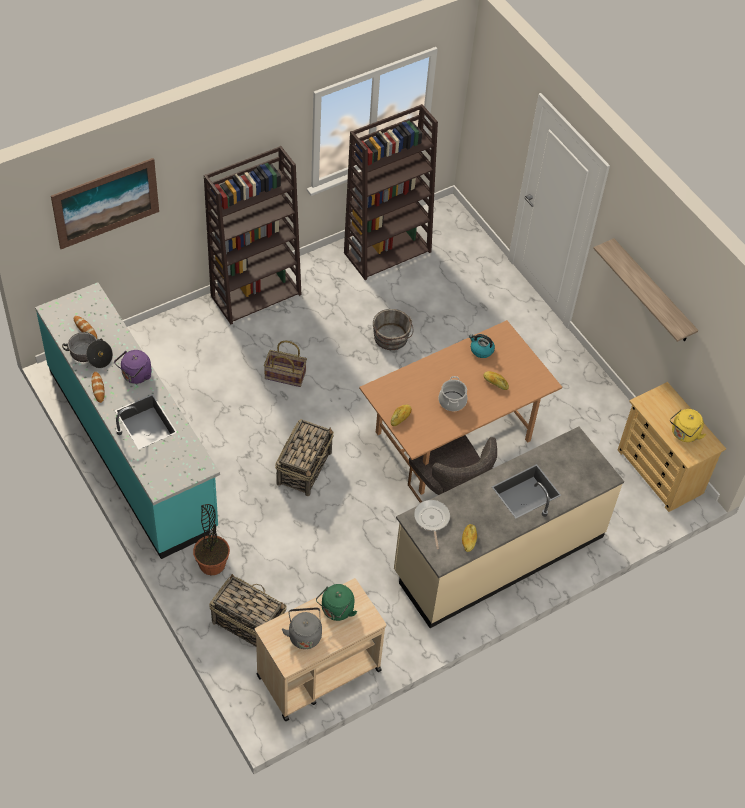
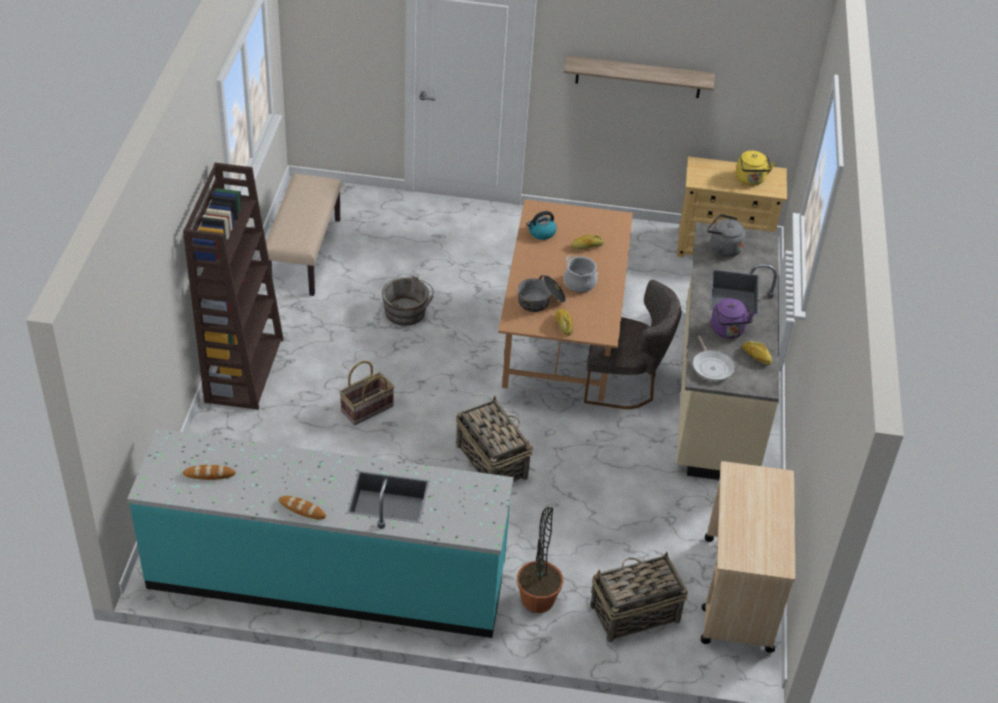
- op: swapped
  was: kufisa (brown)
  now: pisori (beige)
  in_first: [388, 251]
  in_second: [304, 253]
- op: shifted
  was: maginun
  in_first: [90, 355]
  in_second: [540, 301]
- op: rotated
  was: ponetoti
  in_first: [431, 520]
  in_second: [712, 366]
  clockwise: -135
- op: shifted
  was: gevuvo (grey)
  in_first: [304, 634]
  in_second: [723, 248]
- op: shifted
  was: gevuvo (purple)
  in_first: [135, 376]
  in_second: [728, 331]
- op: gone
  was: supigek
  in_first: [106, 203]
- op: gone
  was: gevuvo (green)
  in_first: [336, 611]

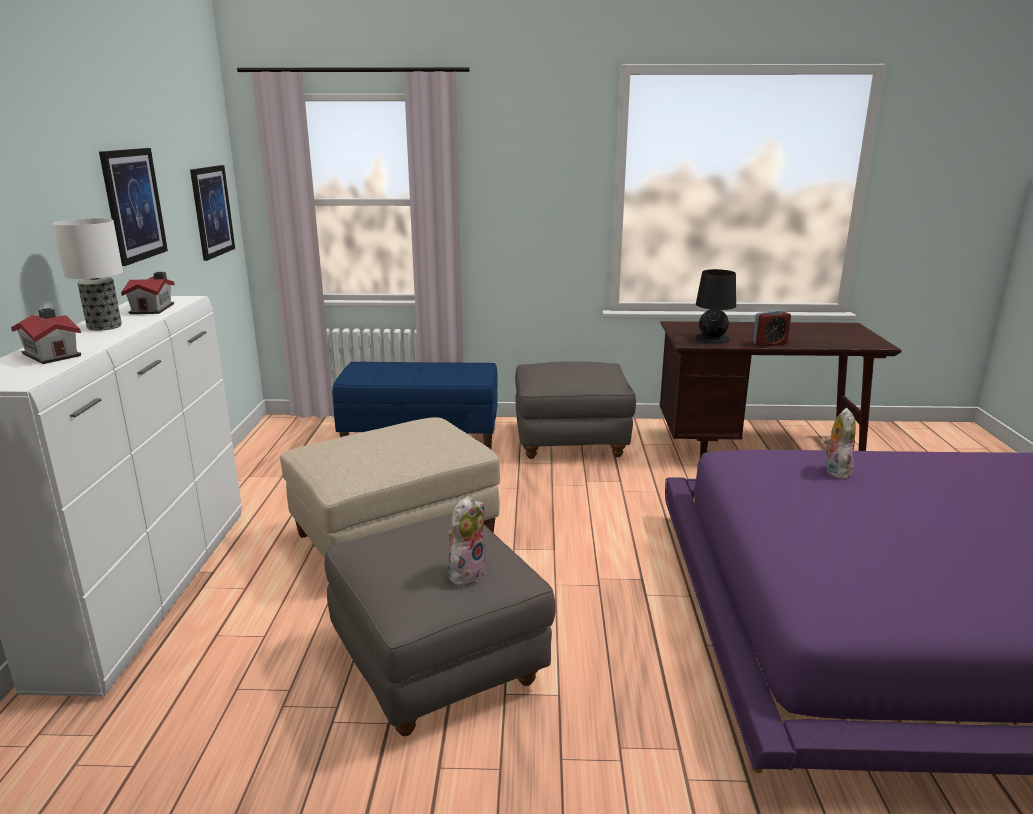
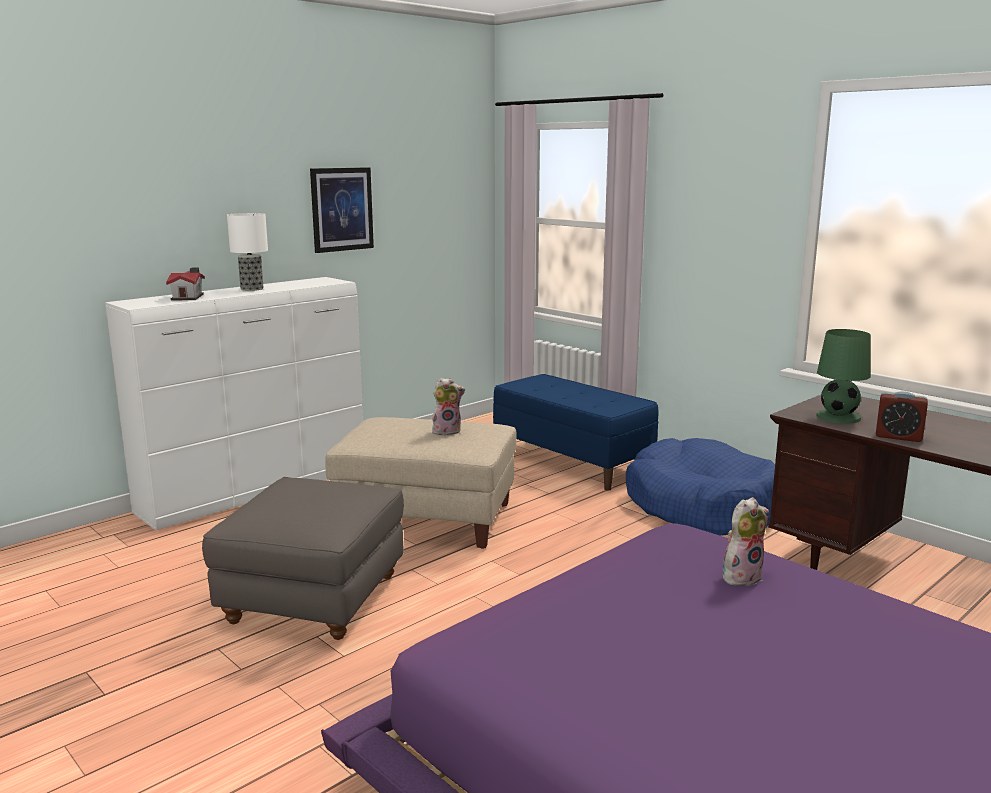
- op: shifted
  was: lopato
  in_first: [466, 572]
  in_second: [447, 431]
- op: swapped
  was: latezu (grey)
  now: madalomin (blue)
  in_first: [571, 441]
  in_second: [701, 506]
- op: repainted
  was: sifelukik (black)
  now: sifelukik (green)
  in_first: [712, 339]
  in_second: [839, 417]
- op: gone
  was: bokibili
  in_first: [154, 308]
- op: gone
  was: supigek
  in_first: [212, 211]

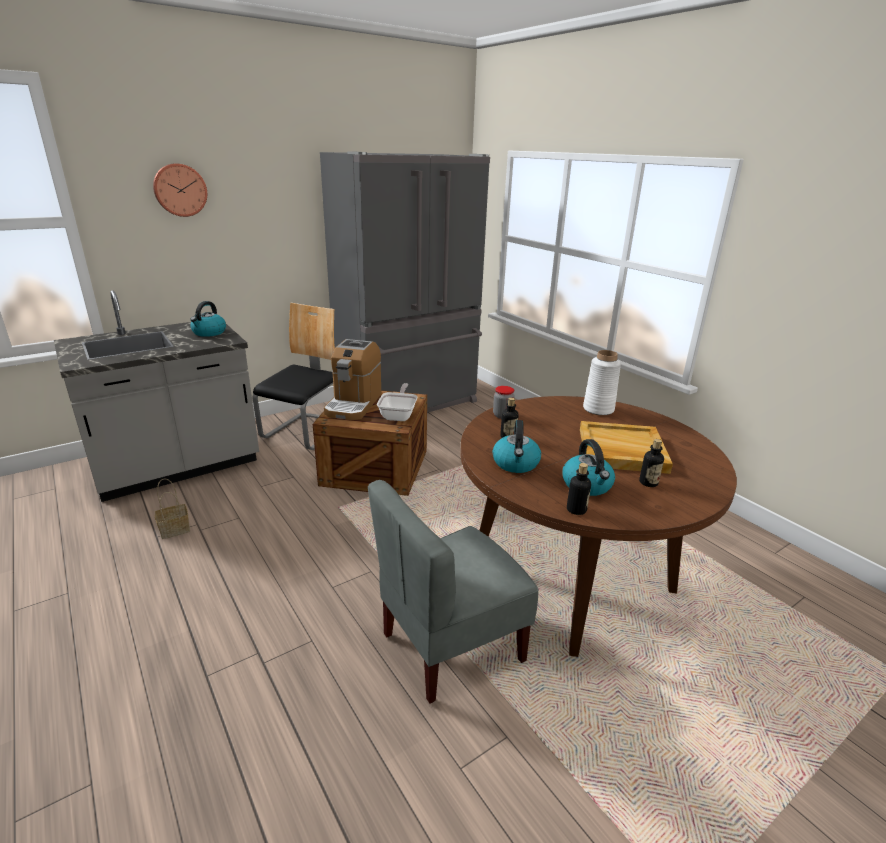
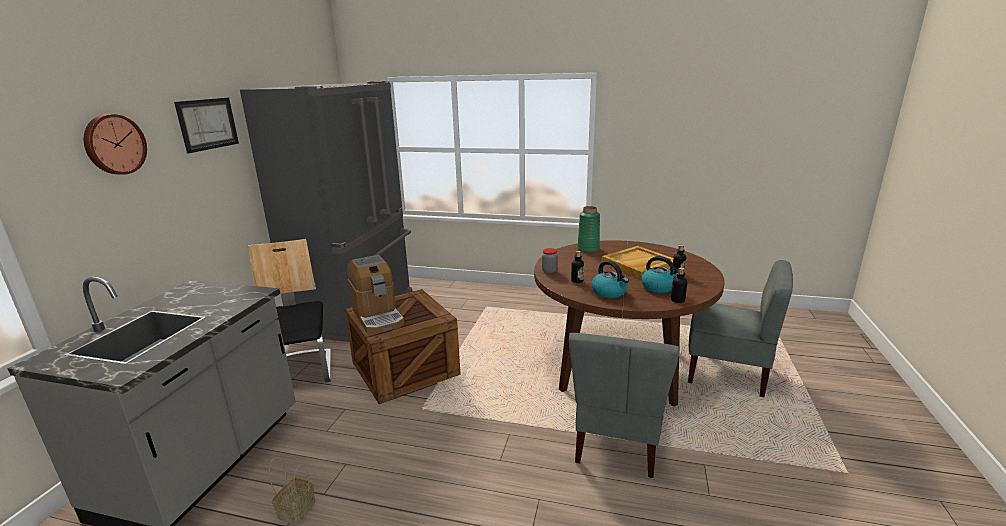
- op: new
  now: supigek
  in_second: [207, 124]
- op: repainted
  was: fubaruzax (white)
  now: fubaruzax (green)
  in_first: [598, 409]
  in_second: [588, 249]
- op: new
  now: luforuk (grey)
  in_second: [727, 373]
- op: gone
  was: gevuvo
  in_first: [209, 333]
- op: gone
  was: ponetoti
  in_first: [399, 415]

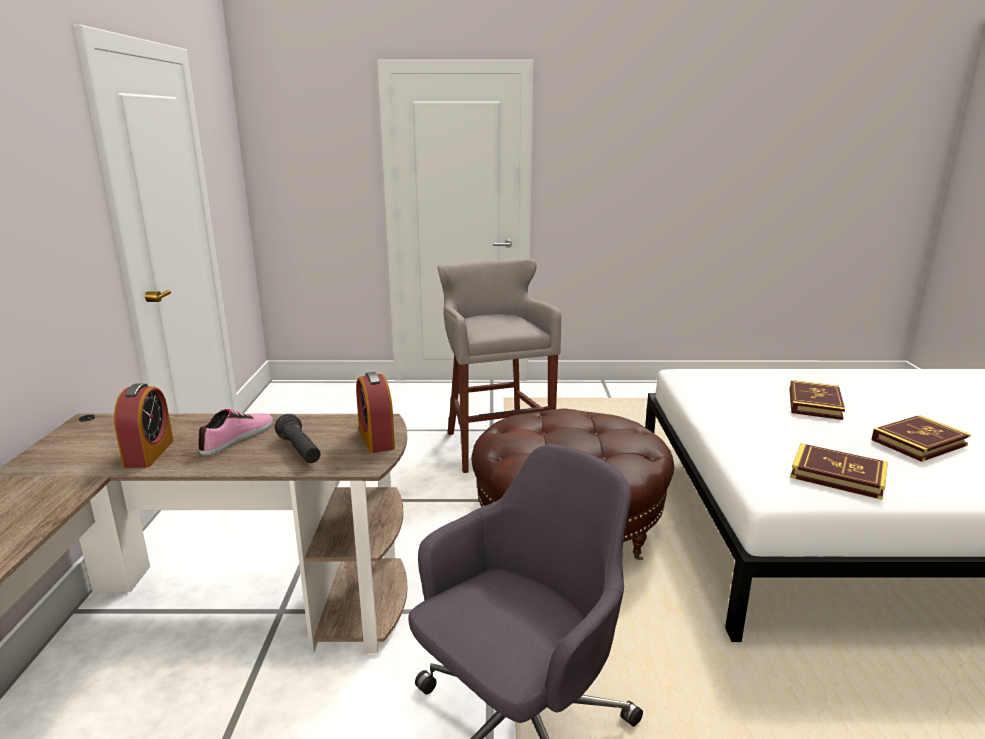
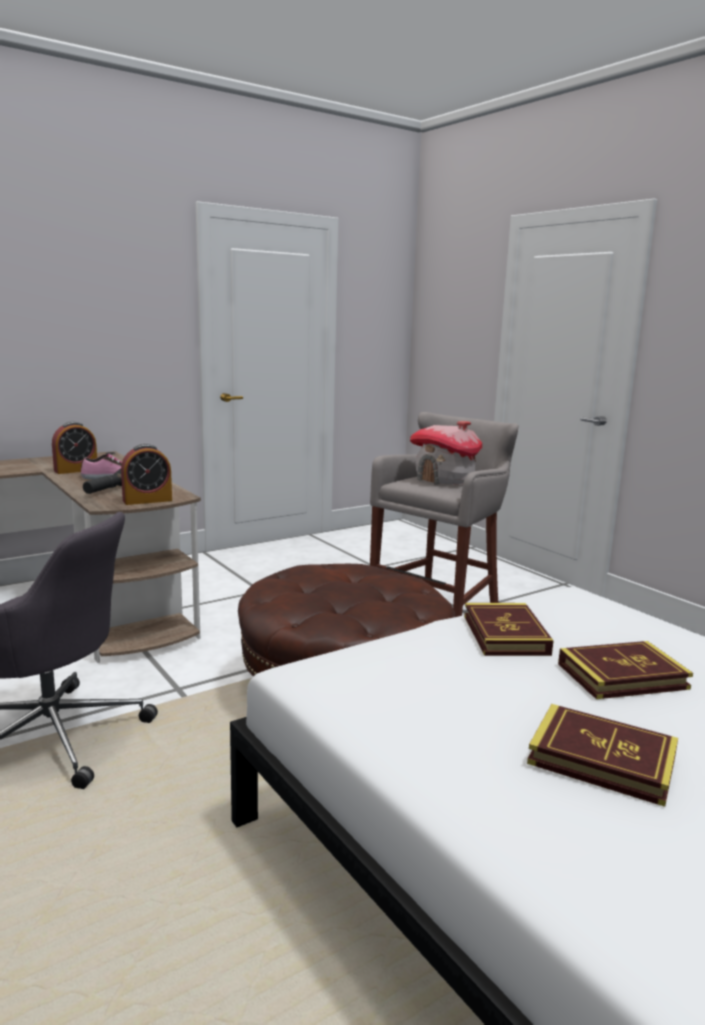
- op: rotated
  was: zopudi
  in_first: [376, 439]
  in_second: [147, 500]
  clockwise: -150
- op: new
  now: bokibili
  in_second: [444, 479]
- op: shifted
  was: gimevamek
  in_first: [837, 475]
  in_second: [505, 635]

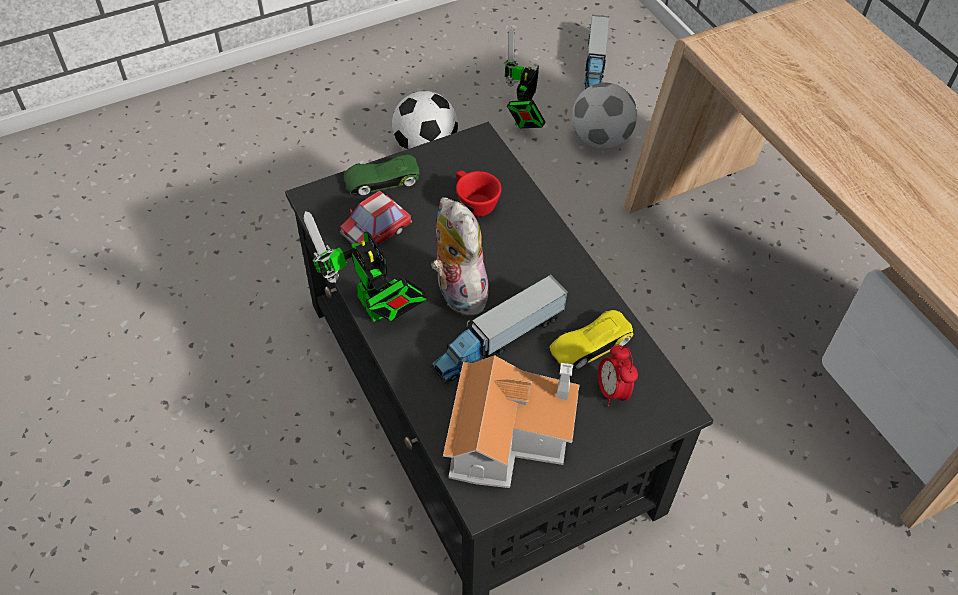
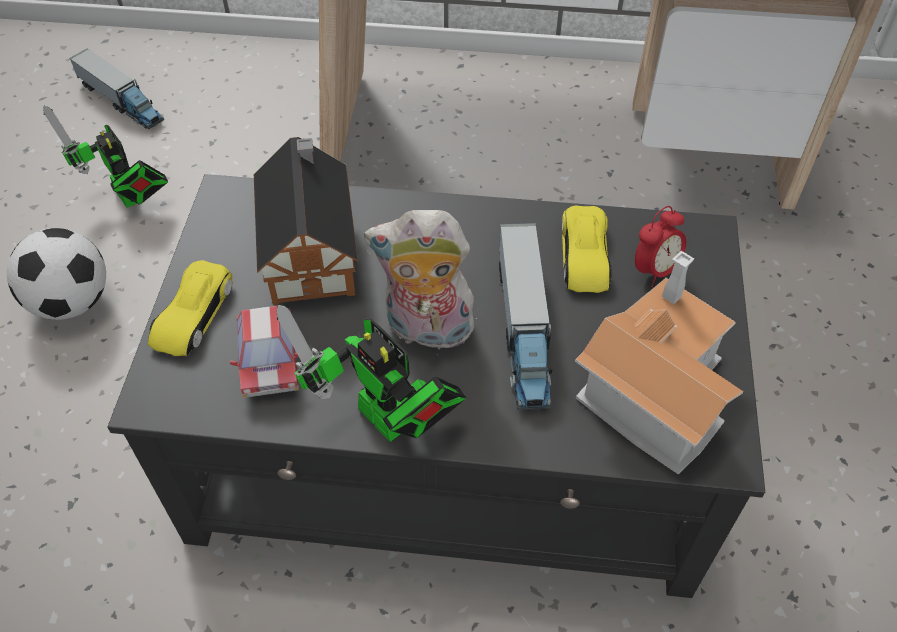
- op: repainted
  was: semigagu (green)
  now: semigagu (yellow)
  in_first: [381, 180]
  in_second: [192, 314]
- op: swapped
  was: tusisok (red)
  now: bokibili
  in_first: [473, 203]
  in_second: [311, 249]
- op: rotated
  was: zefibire
  in_first: [376, 310]
  in_second: [389, 424]
  clockwise: 45
- op: rotated
  was: zopudi
  in_first: [612, 391]
  in_second: [655, 270]
  clockwise: -60
- op: gone
  was: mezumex
  in_first: [600, 139]

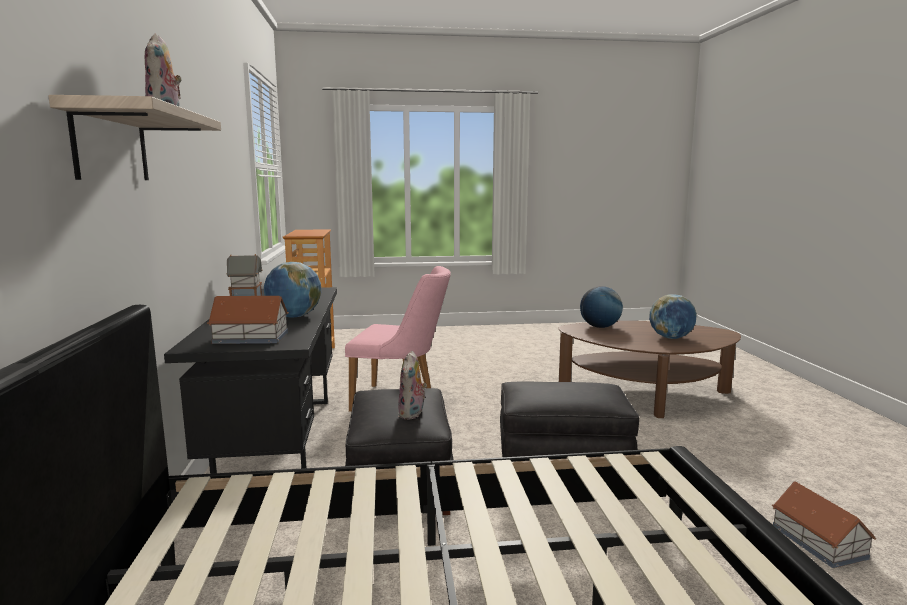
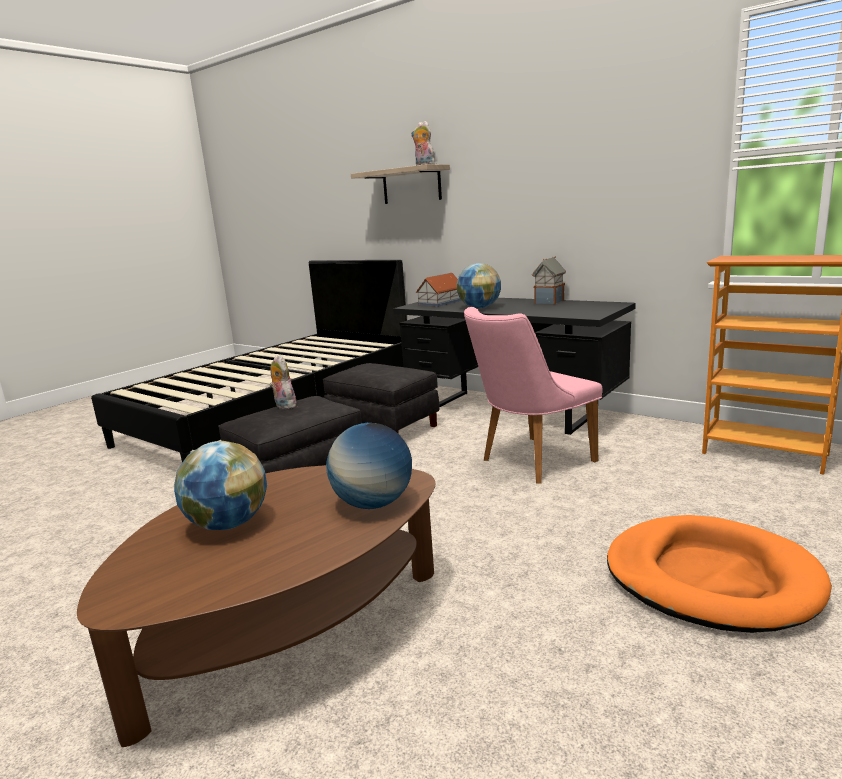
- op: shifted
  was: lopato
  in_first: [412, 414]
  in_second: [283, 406]
- op: new
  now: madalomin (orange)
  in_second: [710, 578]
- op: gone
  was: bokibili
  in_first: [819, 542]

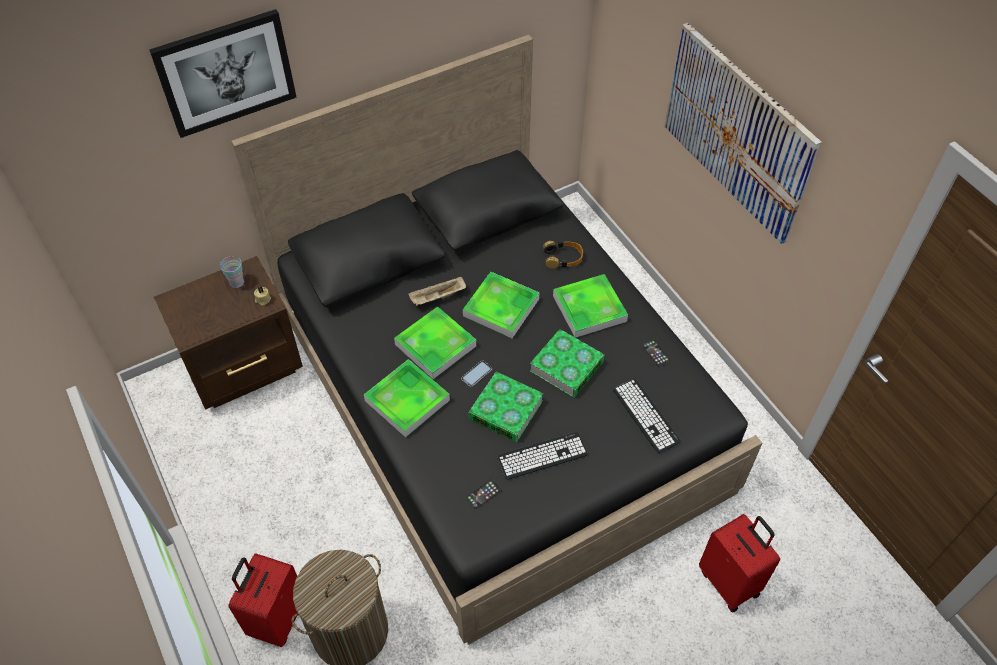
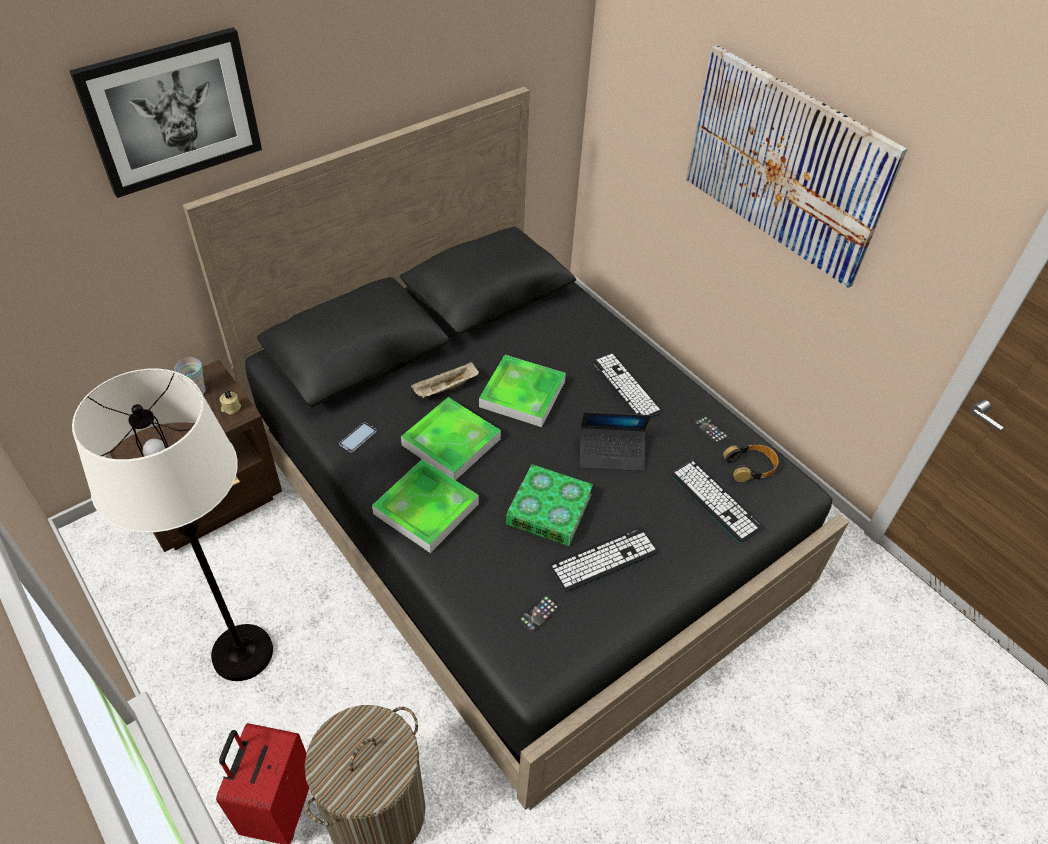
- op: new
  now: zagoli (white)
  in_second: [243, 653]
- op: shifted
  was: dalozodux
  in_first: [476, 374]
  in_second: [358, 438]
- op: swapped
  was: gimevamek
  now: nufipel
  in_first: [566, 366]
  in_second: [611, 453]
- op: swapped
  was: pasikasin
  now: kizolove
  in_first: [589, 308]
  in_second: [624, 387]
- op: shifted
  was: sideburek
  in_first: [563, 258]
  in_second: [750, 466]
- op: gone
  was: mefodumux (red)
  in_first: [730, 582]

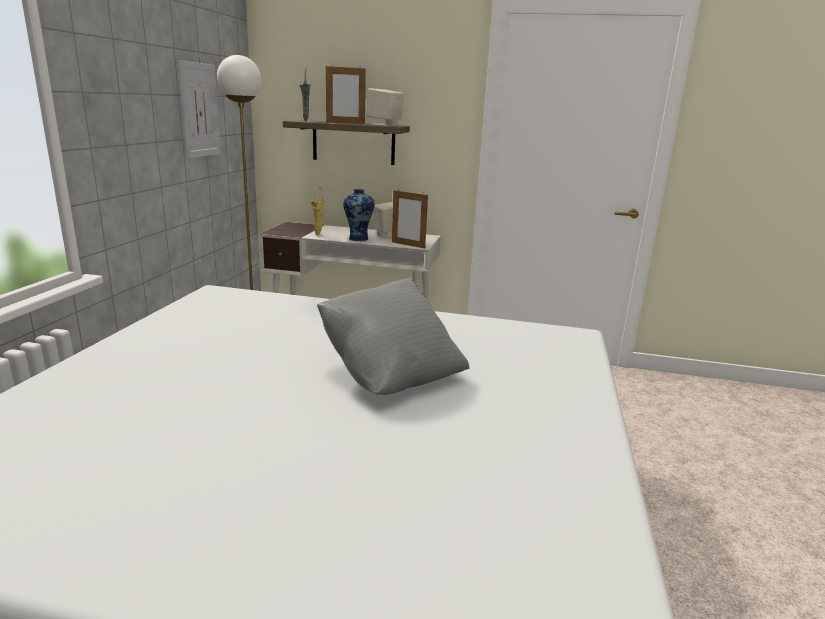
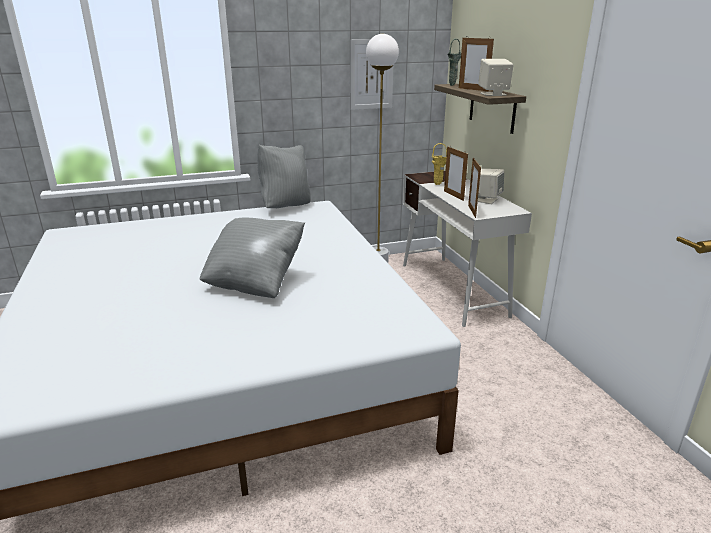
- op: new
  now: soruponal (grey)
  in_second: [285, 206]
- op: swapped
  was: fubaruzax
  now: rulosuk
  in_first: [358, 238]
  in_second: [453, 195]

